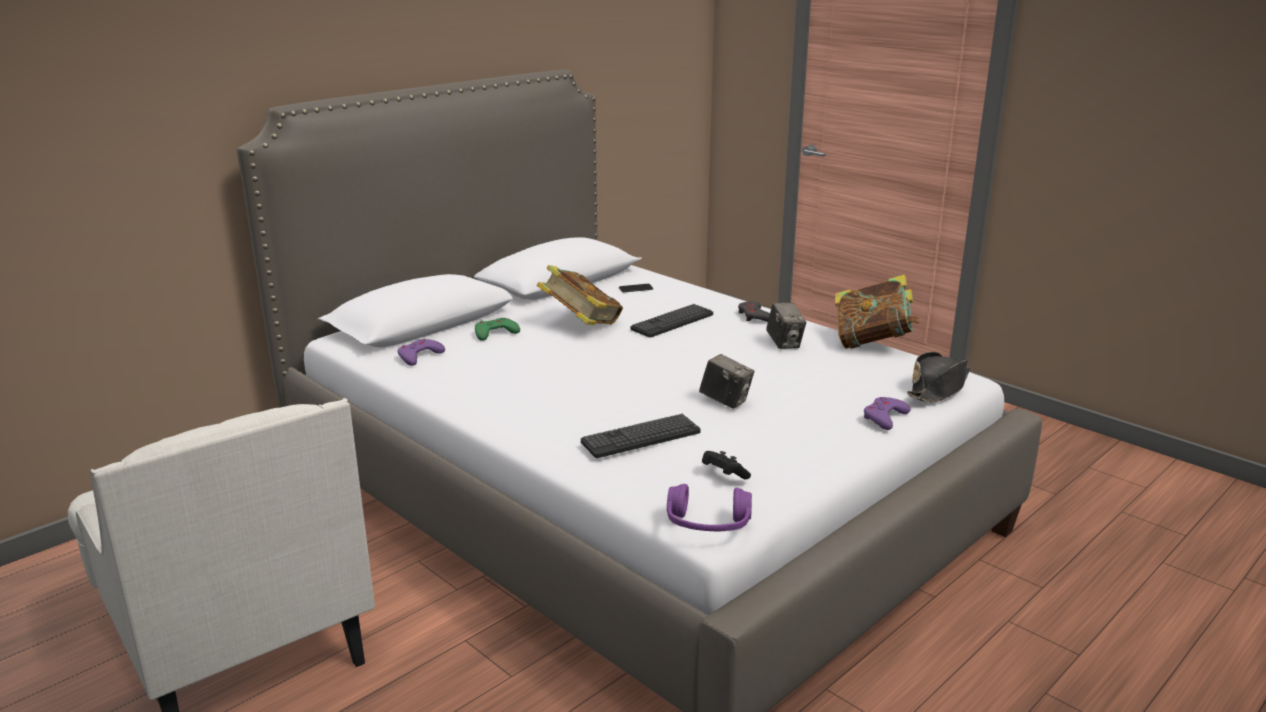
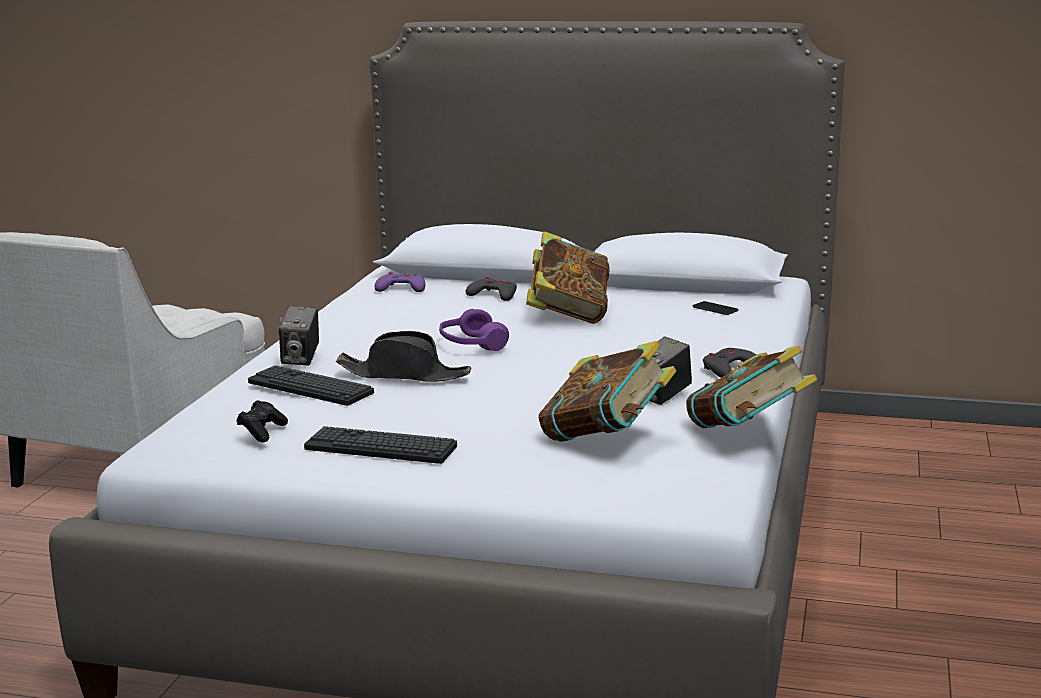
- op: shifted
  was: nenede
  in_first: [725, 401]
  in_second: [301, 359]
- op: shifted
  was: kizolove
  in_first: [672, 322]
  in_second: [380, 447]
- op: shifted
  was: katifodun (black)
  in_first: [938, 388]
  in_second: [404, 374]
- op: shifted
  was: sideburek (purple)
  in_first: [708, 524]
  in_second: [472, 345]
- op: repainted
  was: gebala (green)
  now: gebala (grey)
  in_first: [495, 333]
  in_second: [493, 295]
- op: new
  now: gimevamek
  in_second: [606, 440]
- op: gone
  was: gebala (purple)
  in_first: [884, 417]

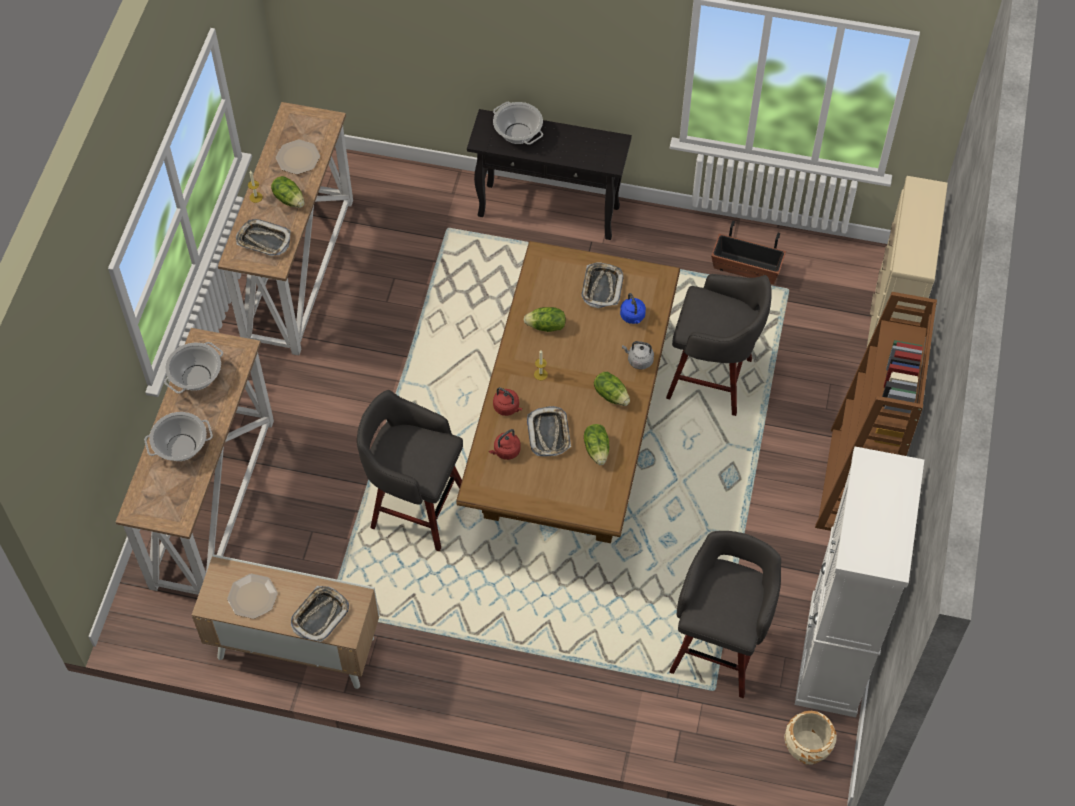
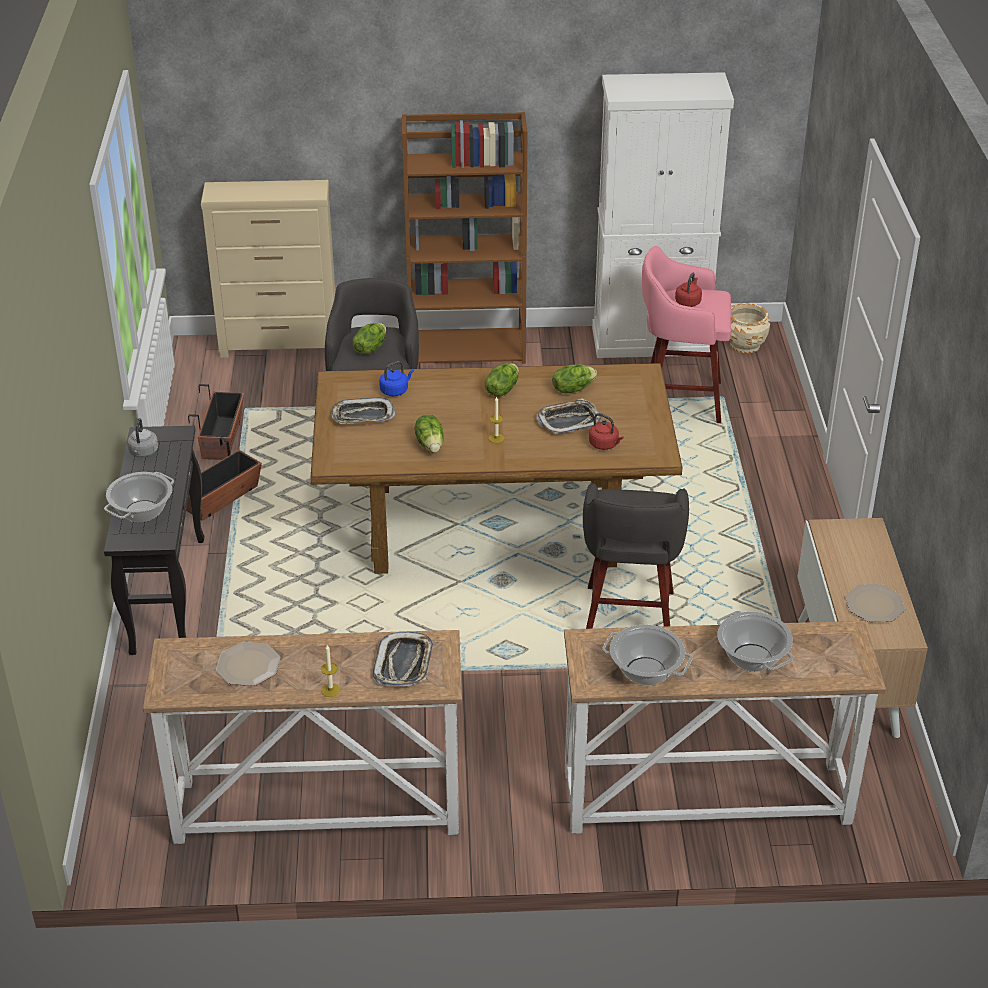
- op: shifted
  was: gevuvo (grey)
  in_first: [638, 360]
  in_second: [143, 453]
- op: new
  now: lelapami
  in_second: [222, 498]
- op: shifted
  was: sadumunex
  in_first: [289, 199]
  in_second: [370, 348]
- op: repainted
  was: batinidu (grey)
  now: batinidu (pink)
  in_first: [719, 648]
  in_second: [679, 400]
- op: shifted
  was: gevuvo (red)
  in_first: [507, 407]
  in_second: [688, 302]
- op: gone
  was: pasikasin
  in_first: [320, 615]

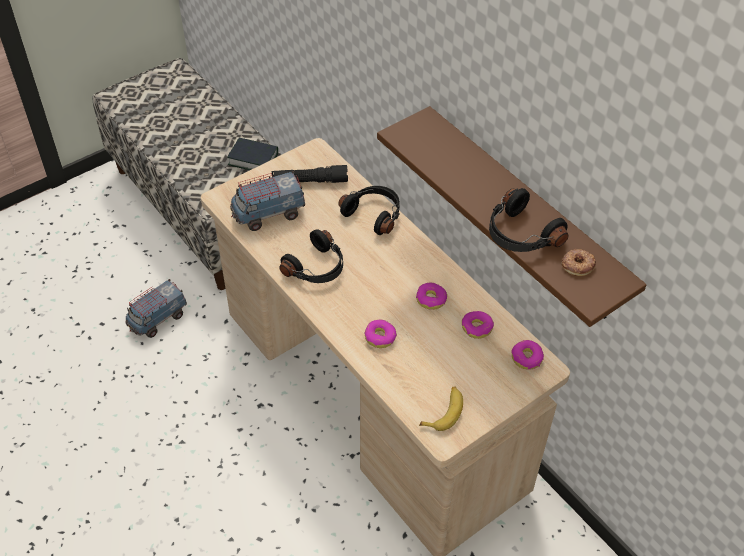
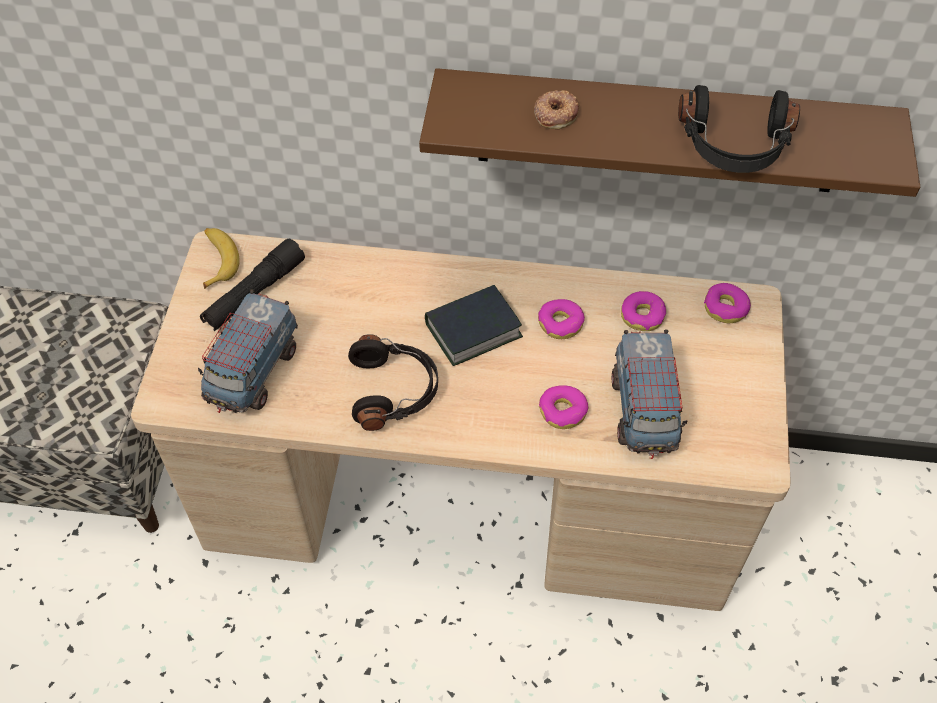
- op: shifted
  was: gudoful
  in_first: [444, 411]
  in_second: [217, 260]
- op: shifted
  was: gimevamek
  in_first: [253, 159]
  in_second: [473, 330]
- op: shifted
  was: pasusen
  in_first: [577, 264]
  in_second: [555, 113]
- op: shifted
  was: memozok
  in_first: [158, 319]
  in_second: [644, 411]
- op: gone
  was: sideburek (black)
  in_first: [374, 214]

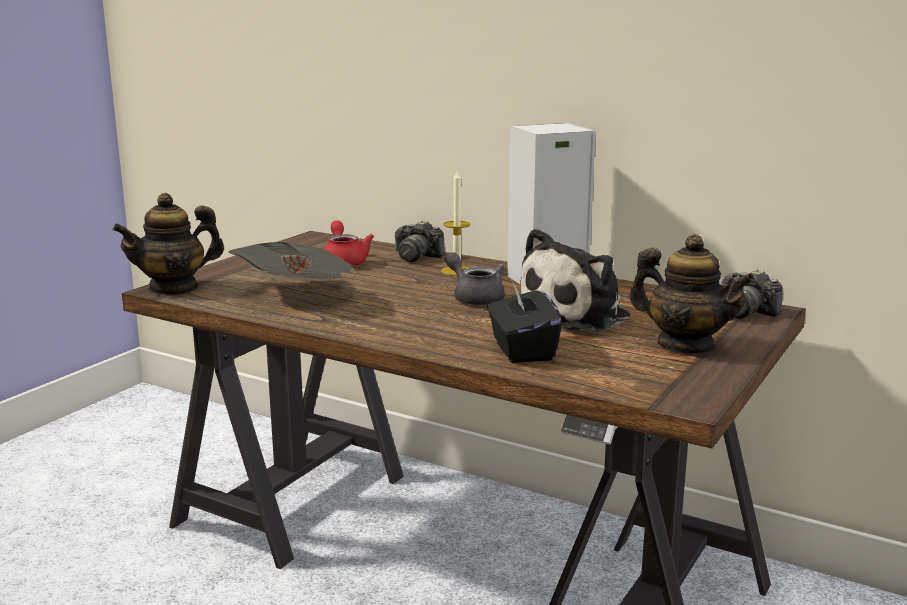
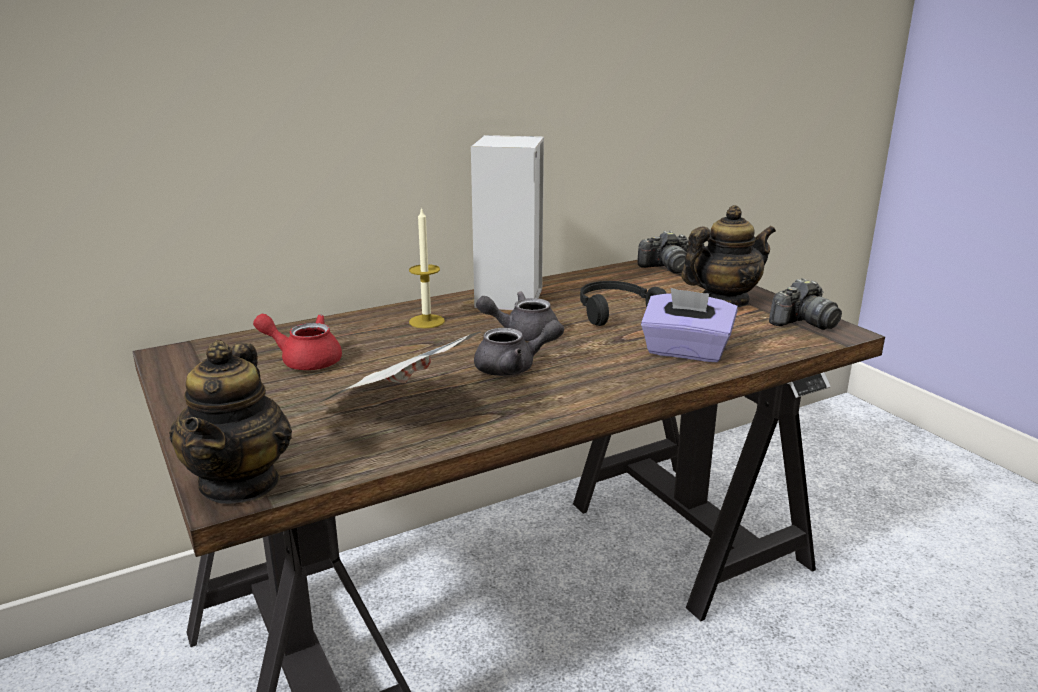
- op: new
  now: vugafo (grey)
  in_second: [514, 368]
- op: swapped
  was: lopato
  now: sideburek (black)
  in_first: [578, 314]
  in_second: [615, 312]
- op: repainted
  was: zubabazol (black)
  now: zubabazol (purple)
  in_first: [521, 350]
  in_second: [685, 352]
- op: shifted
  was: nenede
  in_first: [416, 257]
  in_second: [803, 323]

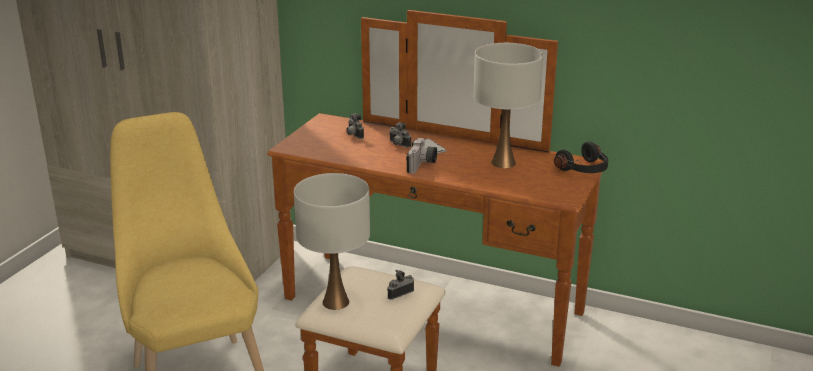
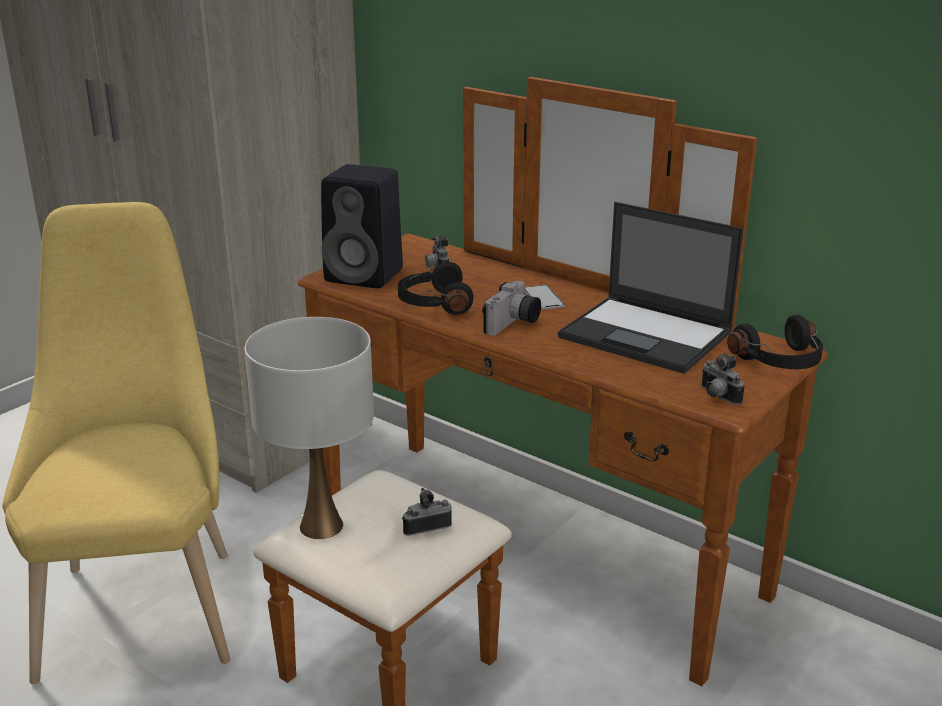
- op: new
  now: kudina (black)
  in_second: [366, 275]
- op: new
  now: sideburek (black)
  in_second: [433, 303]
- op: swapped
  was: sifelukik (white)
  now: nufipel
  in_first: [503, 163]
  in_second: [647, 335]
- op: shifted
  was: nenede
  in_first: [398, 145]
  in_second: [717, 397]

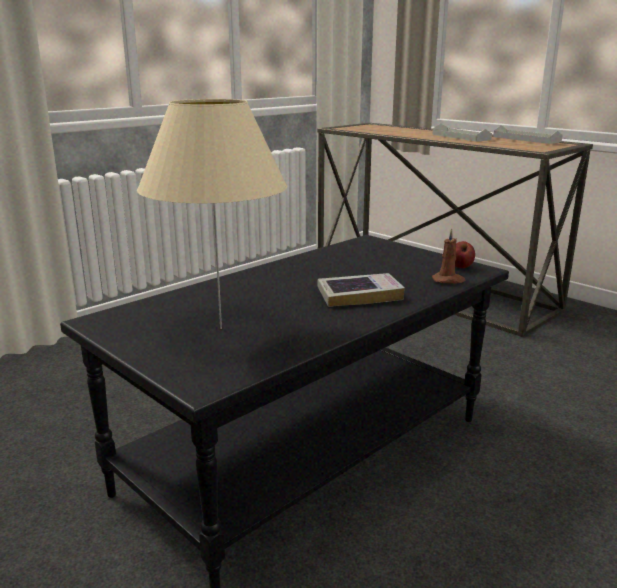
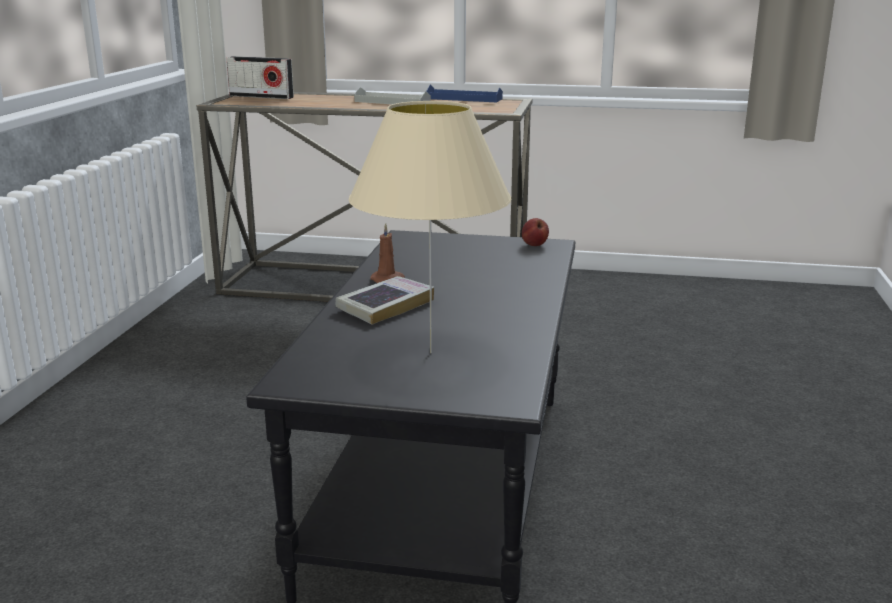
- op: new
  now: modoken
  in_second: [261, 97]
- op: shifted
  was: gimevamek
  in_first: [359, 295]
  in_second: [385, 306]
- op: shifted
  was: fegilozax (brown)
  in_first: [448, 280]
  in_second: [388, 279]
- op: repainted
  was: pasikasin (grey)
  now: pasikasin (blue)
  in_first: [526, 139]
  in_second: [464, 99]

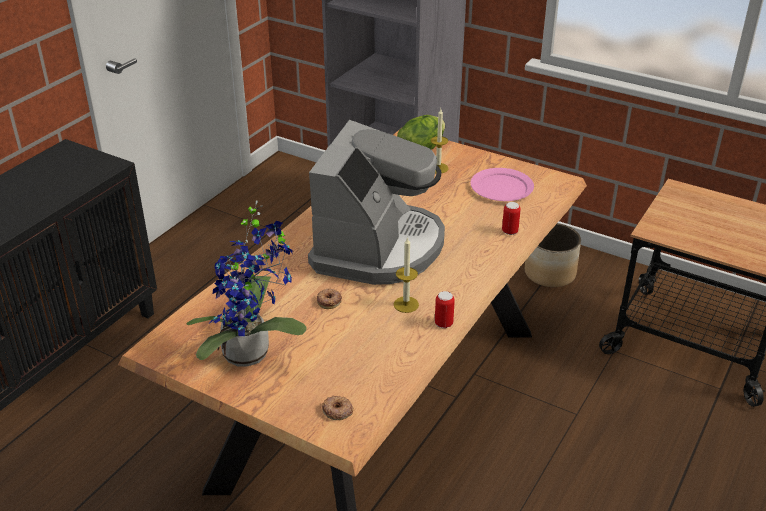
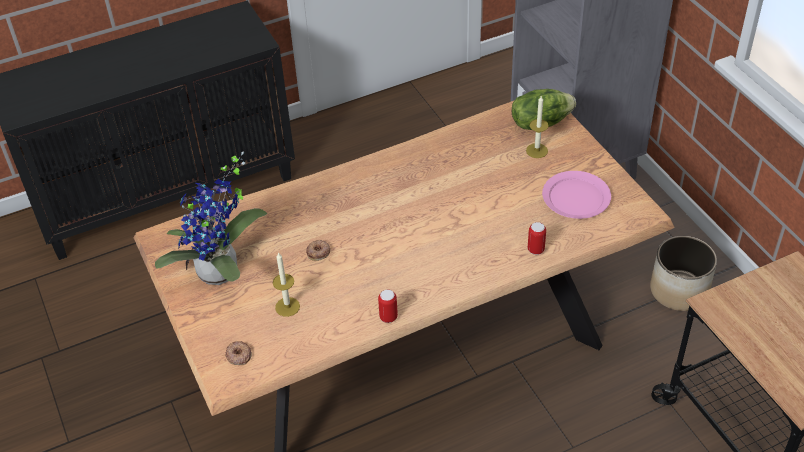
- op: shifted
  was: fegilozax
  in_first: [406, 304]
  in_second: [287, 307]
- op: gone
  was: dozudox
  in_first: [378, 247]

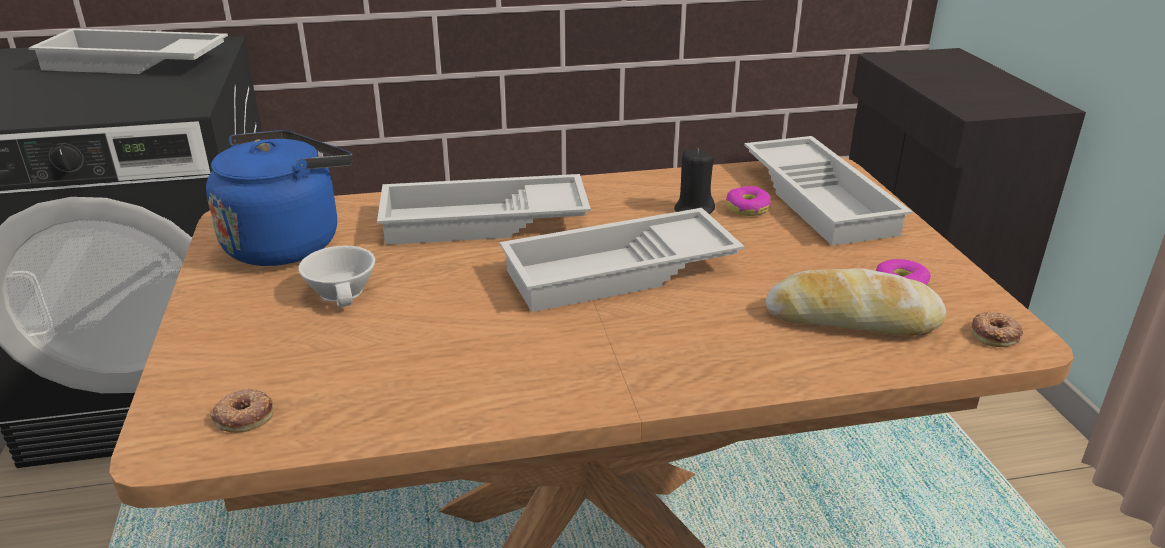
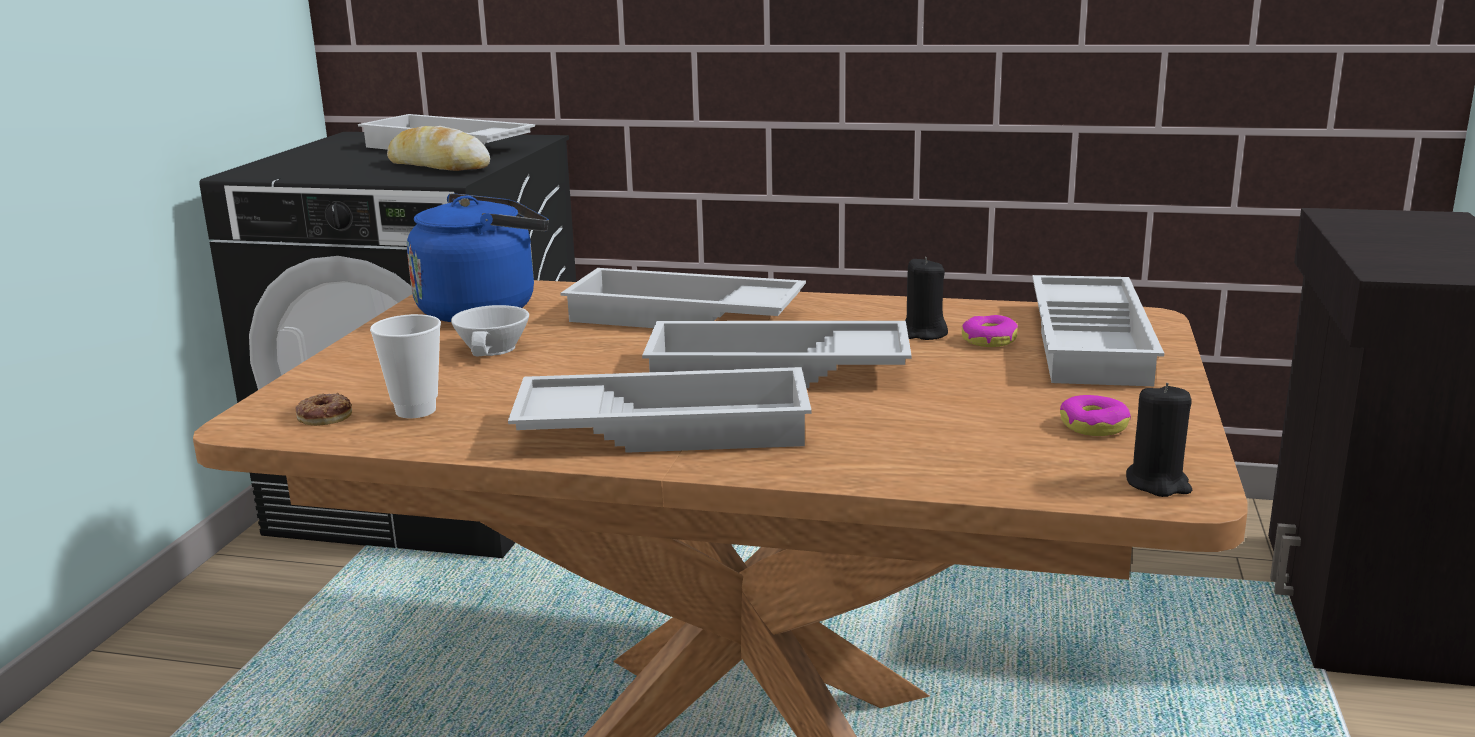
- op: new
  now: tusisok
  in_second: [416, 410]
- op: shifted
  was: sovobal
  in_first: [852, 318]
  in_second: [438, 166]
- op: new
  now: pasikasin (white)
  in_second: [666, 427]
- op: swapped
  was: pasusen
  now: fegilozax (black)
  in_first: [995, 334]
  in_second: [1158, 483]

